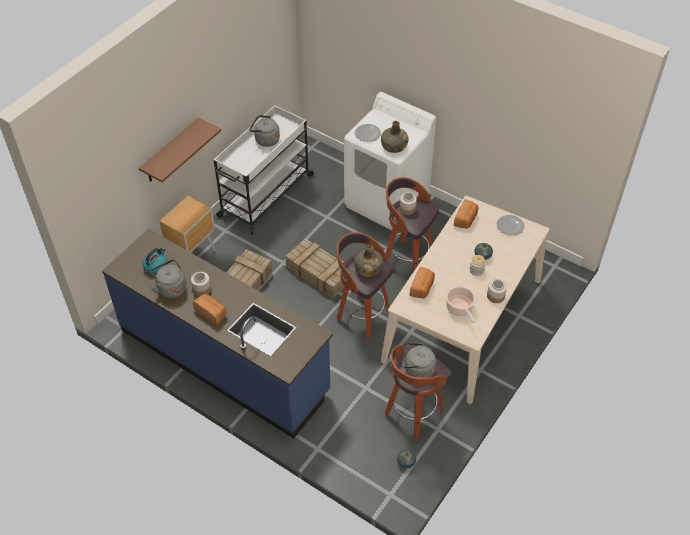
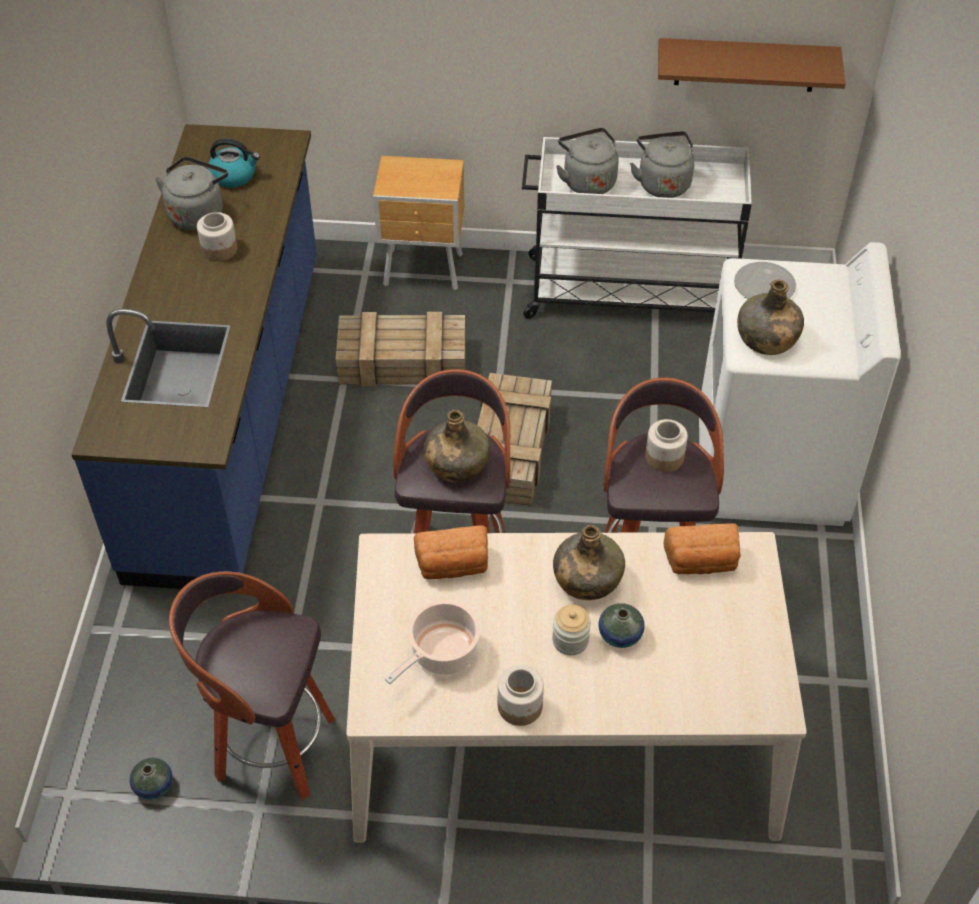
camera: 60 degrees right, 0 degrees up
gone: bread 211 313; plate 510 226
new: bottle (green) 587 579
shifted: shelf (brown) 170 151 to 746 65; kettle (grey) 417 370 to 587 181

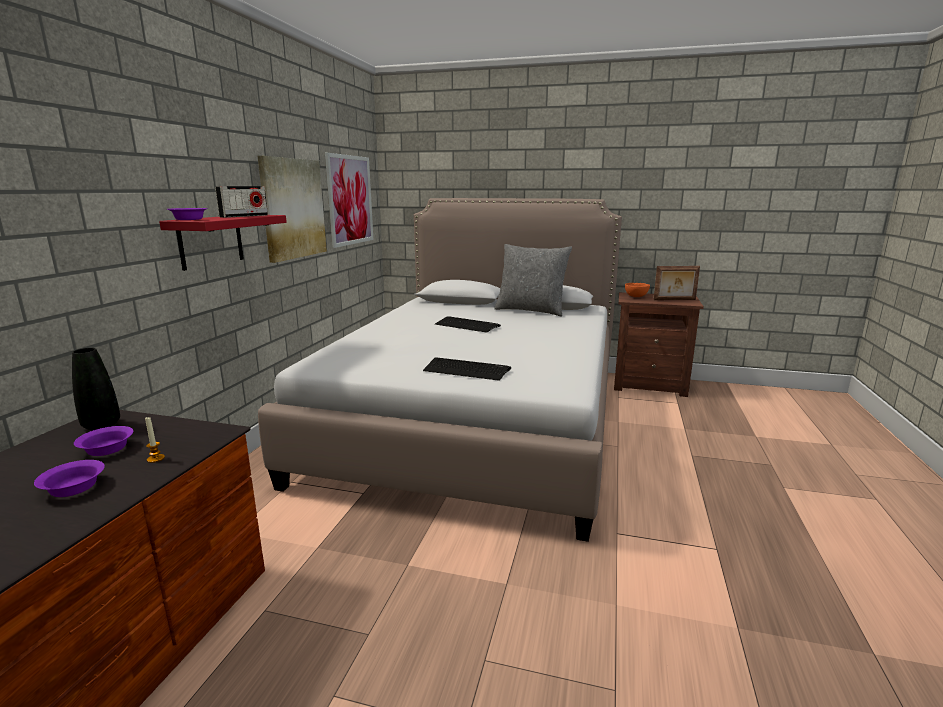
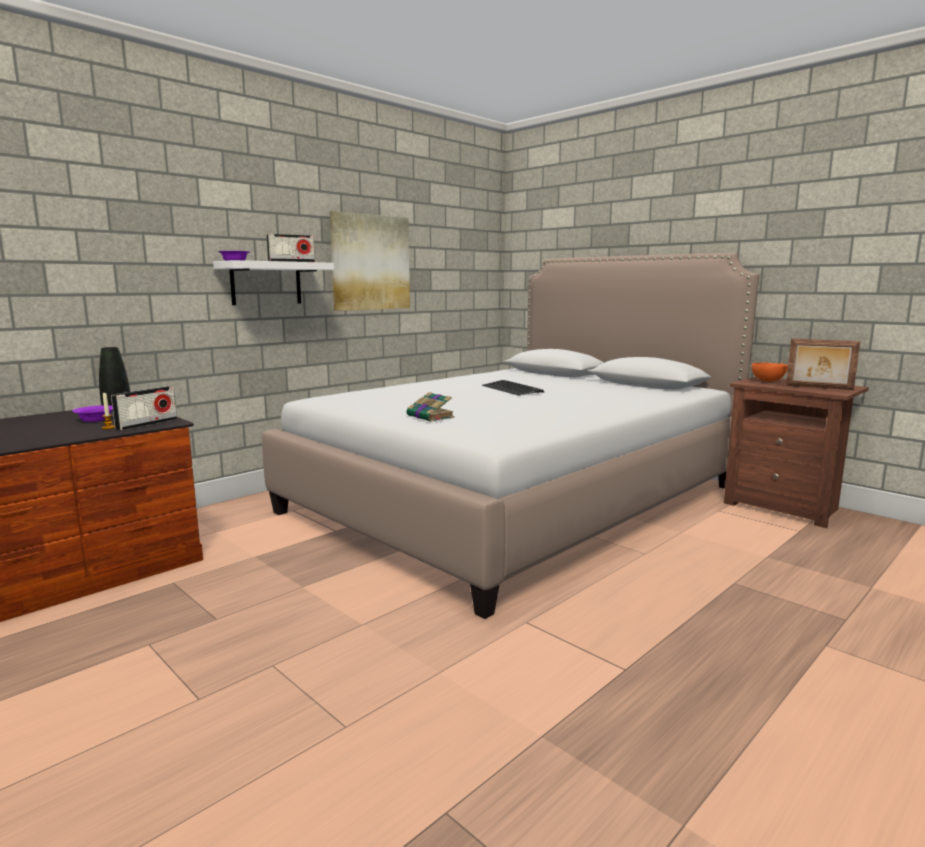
camera: 30 degrees right, 5 degrees down
gone: bowl (purple) 74 488; picture 350 200; pillow (grey) 531 310
new: radio 147 424
swapped: keyboard 466 370 to book 431 416
repainted: shelf (red) 211 241 to shelf (white) 266 283

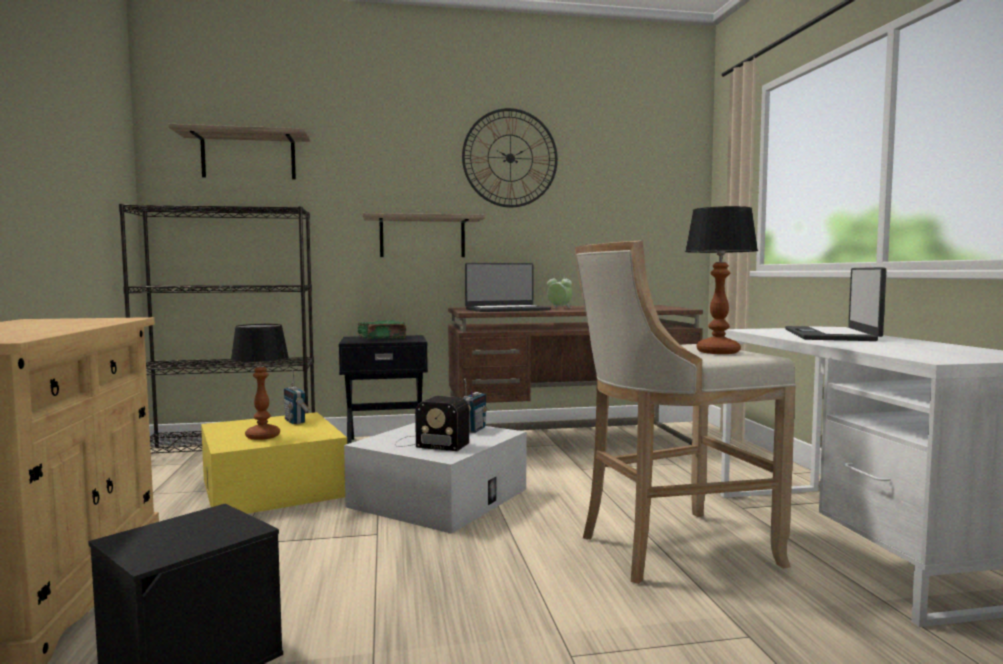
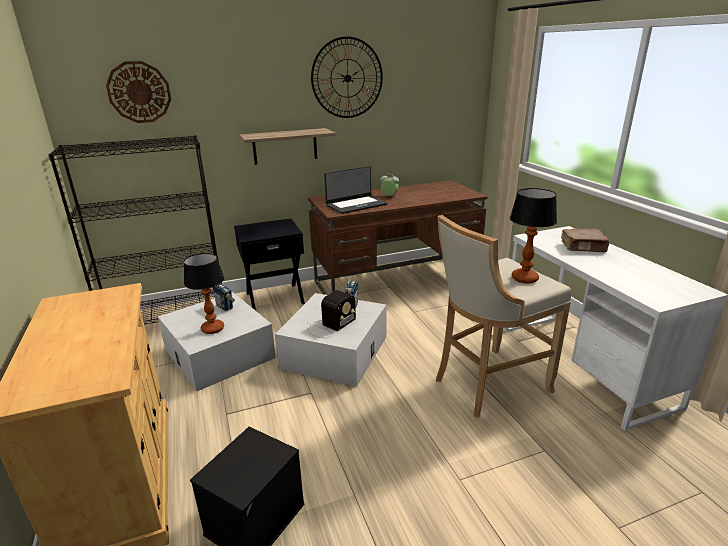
camera: 10 degrees left, 20 degrees up
gone: book (green) 382 338
swapped: shelf 248 157 to wall clock 139 92; laptop 831 335 to book (brown) 583 248
repainted: storage box (yellow) 273 487 to storage box (white) 219 353
rotated: radio 429 443 = 330 326 60 degrees counterclockwise

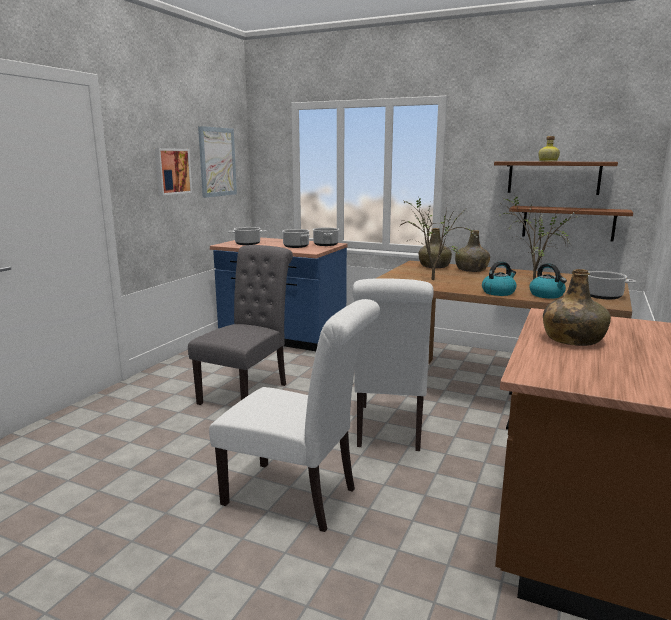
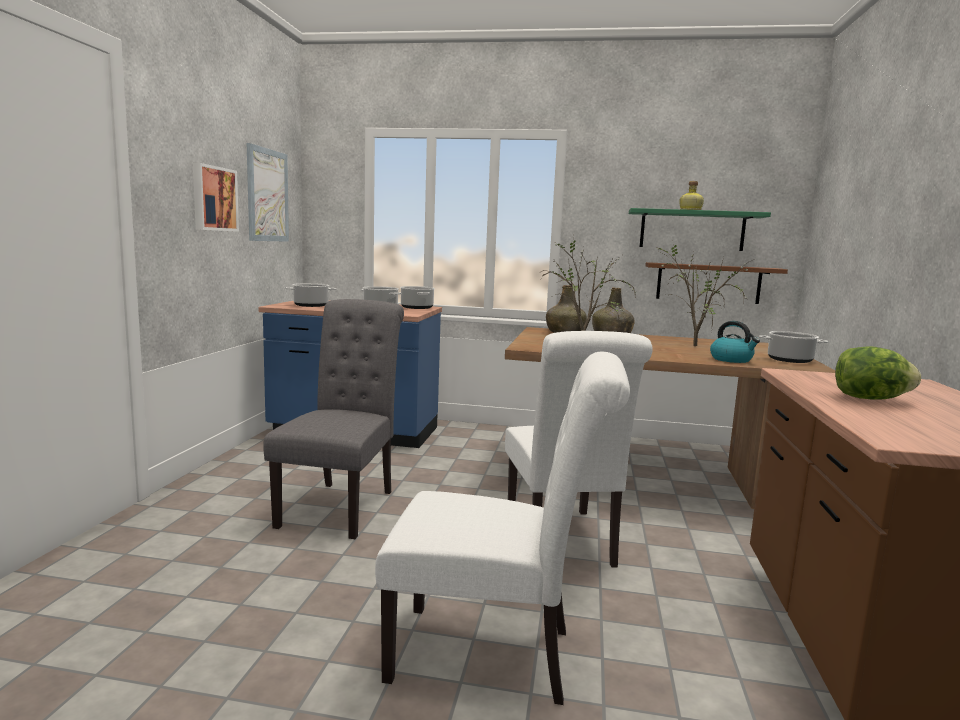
camera: 15 degrees left, 5 degrees down
gone: kettle 498 292
swapped: bottle (green) 572 340 to lettuce 869 399
repainted: shelf (brown) 553 177 to shelf (green) 692 230

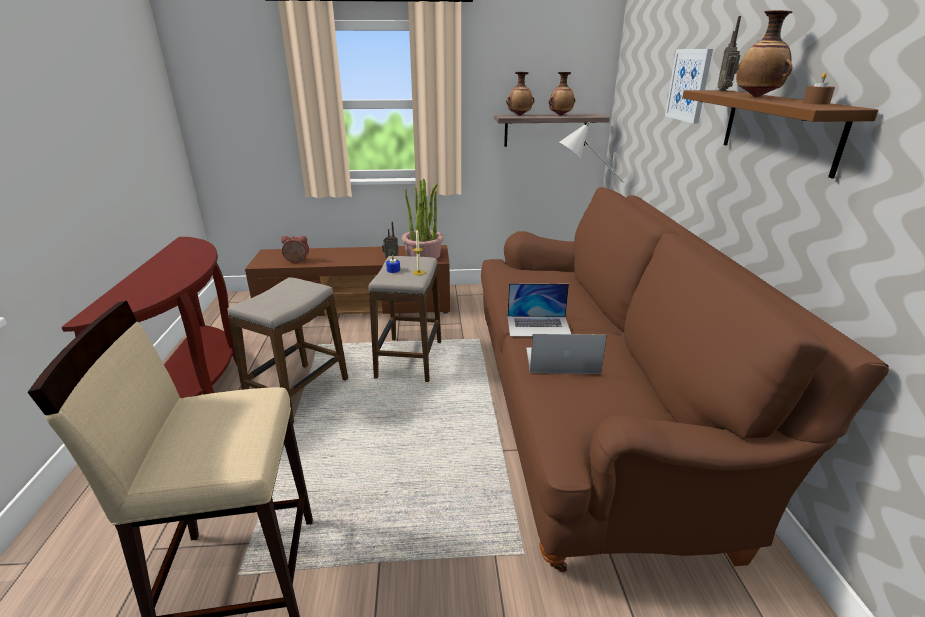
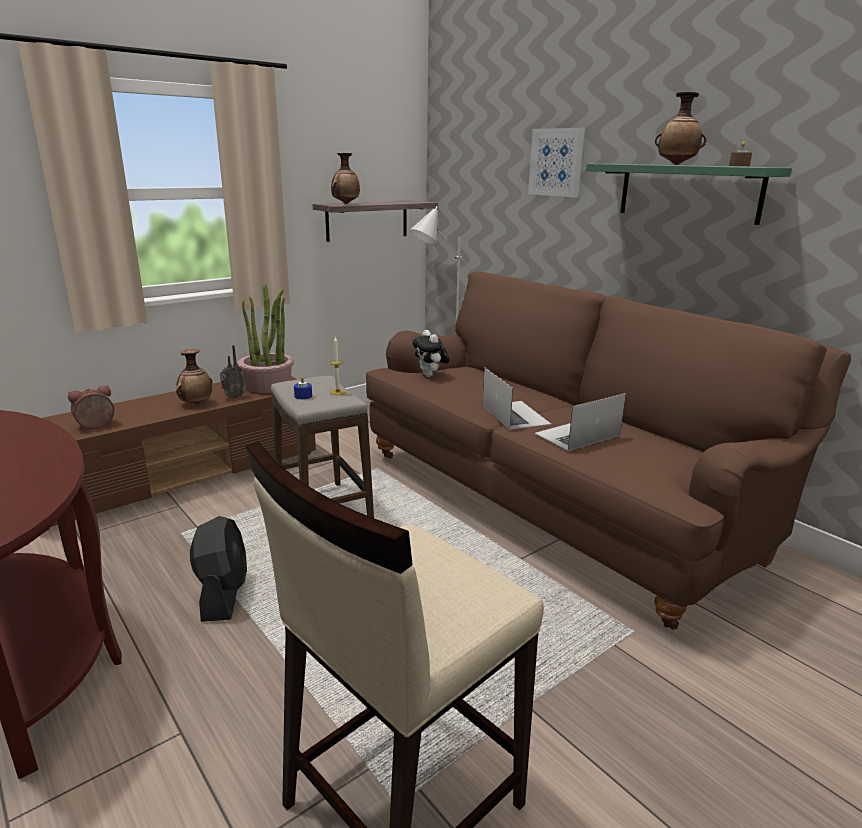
camera: 35 degrees left, 5 degrees down
gone: radio 725 91
new: plush toy 430 376
shifted: vase 560 115 to 196 403
swapped: stool 298 393 to fan (black) 223 594
repainted: shelf (brown) 779 129 to shelf (green) 688 192
rotated: laptop 538 326 = 515 414 75 degrees counterclockwise

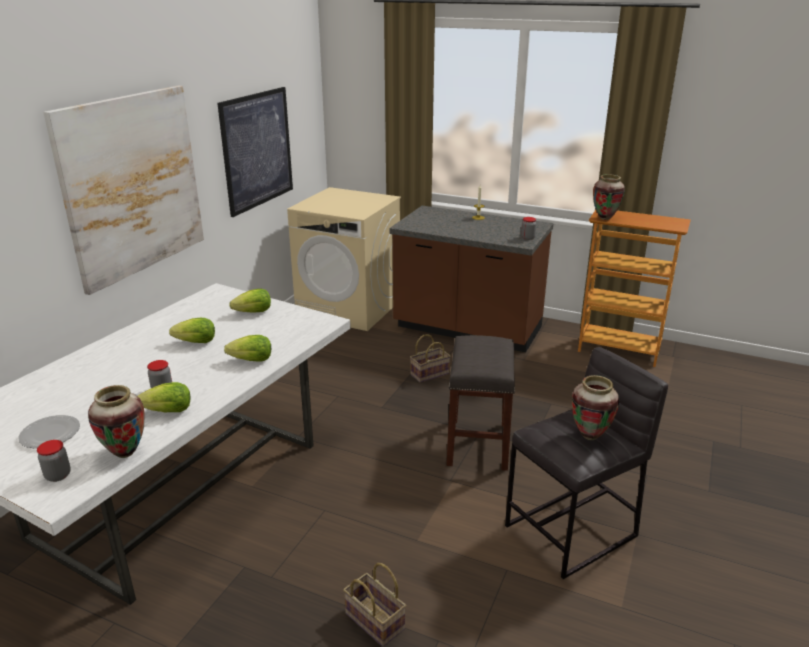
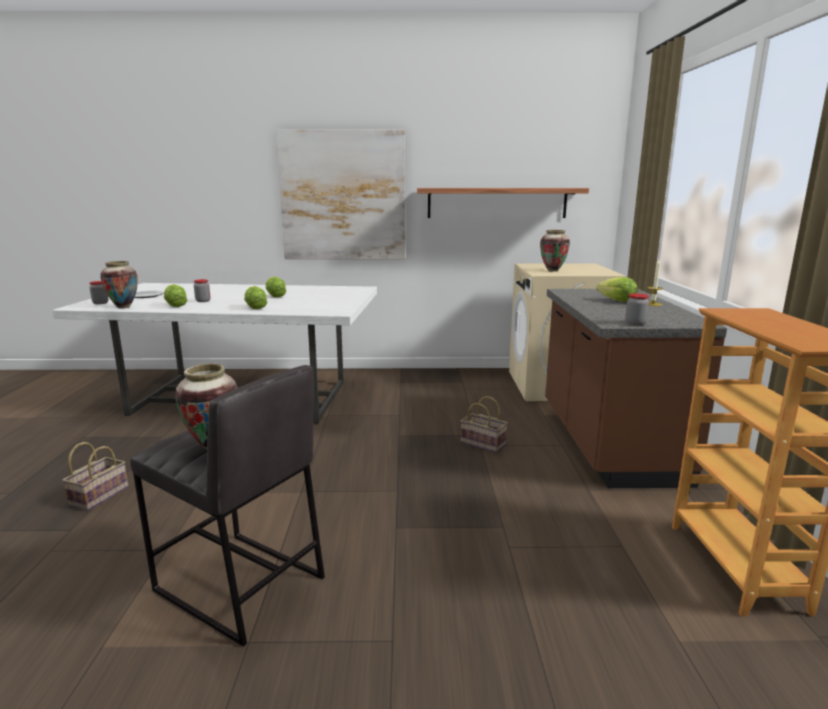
camera: 65 degrees right, 10 degrees down
gone: stool (grey) 477 443
shifted: lettuce 254 312 to 617 301; vase 605 218 to 553 270
swapped: picture 257 150 to shelf 497 203

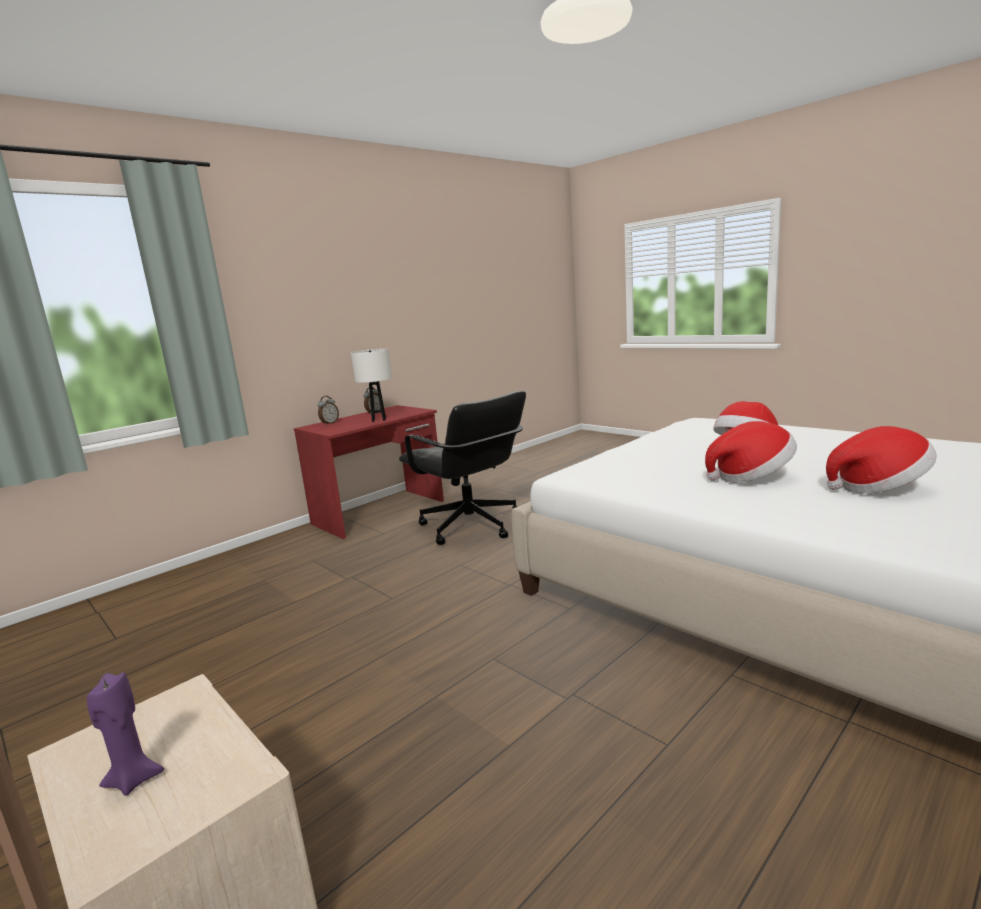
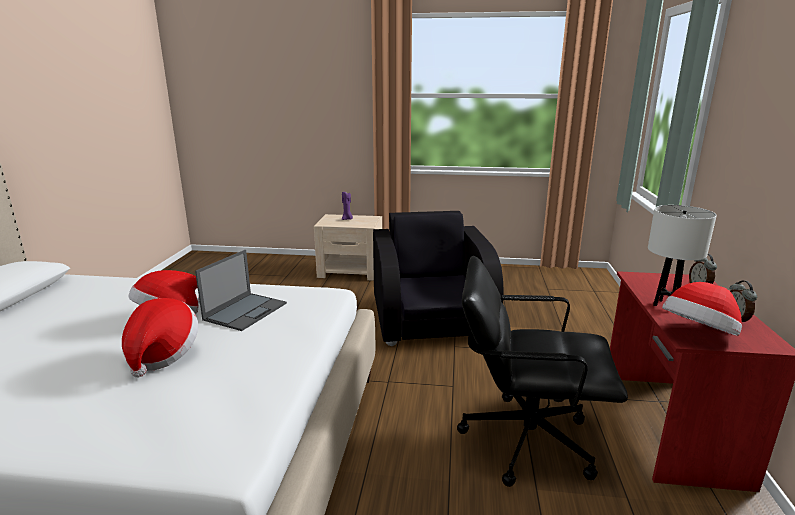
camera: 140 degrees right, 5 degrees up
new: laptop 246 311; armchair (black) 431 318
shifted: hat 879 487 to 698 335

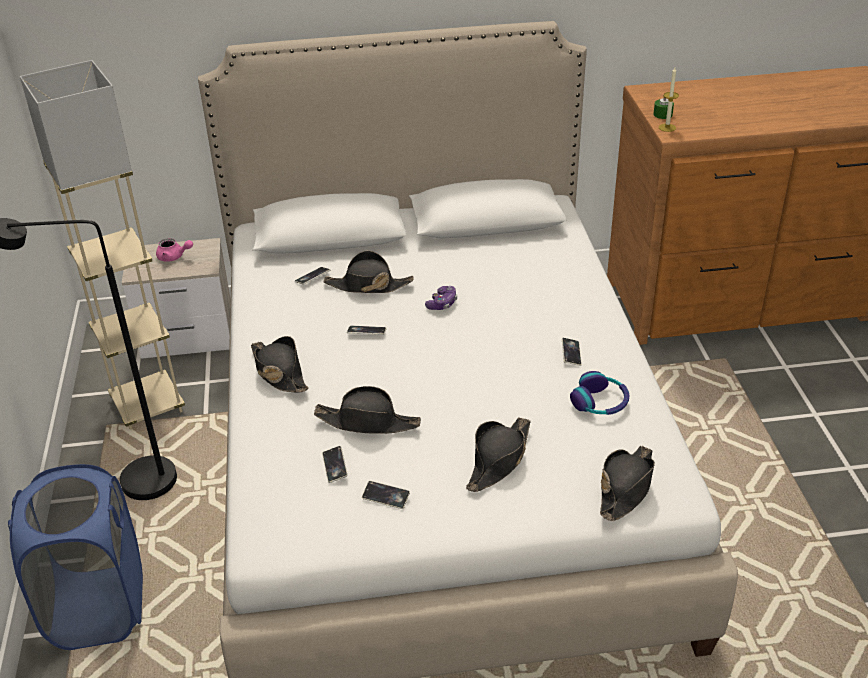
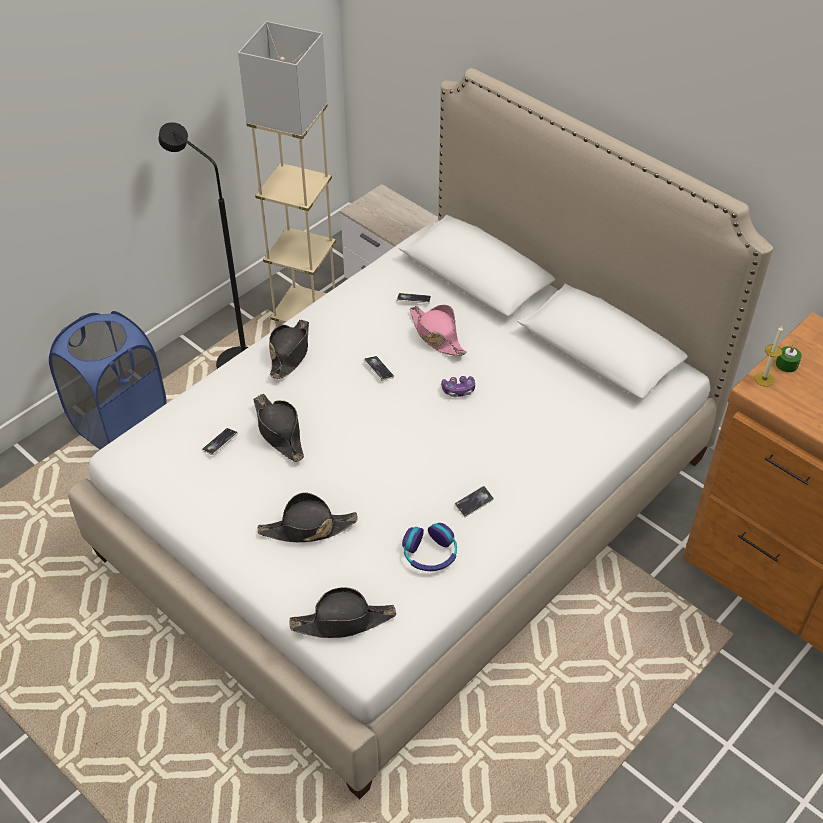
camera: 50 degrees right, 10 degrees up
gone: teapot (pink) 174 257; phone 386 497
repainted: hat (black) 368 285 to hat (pink) 436 335

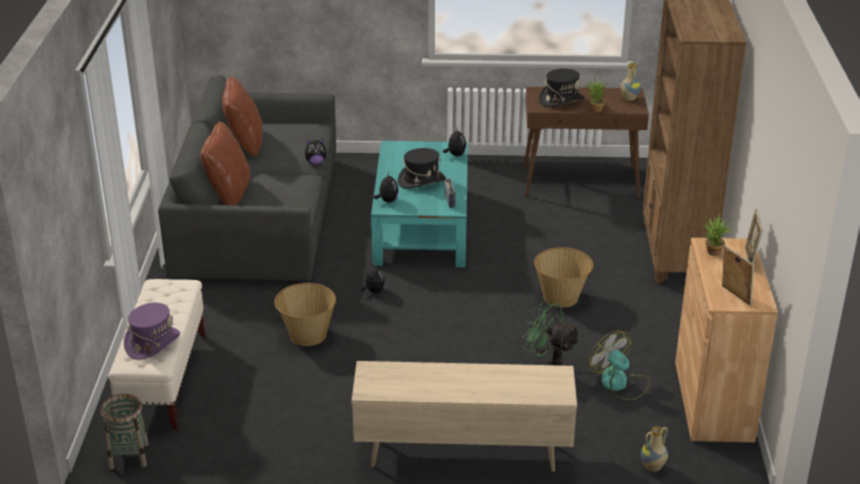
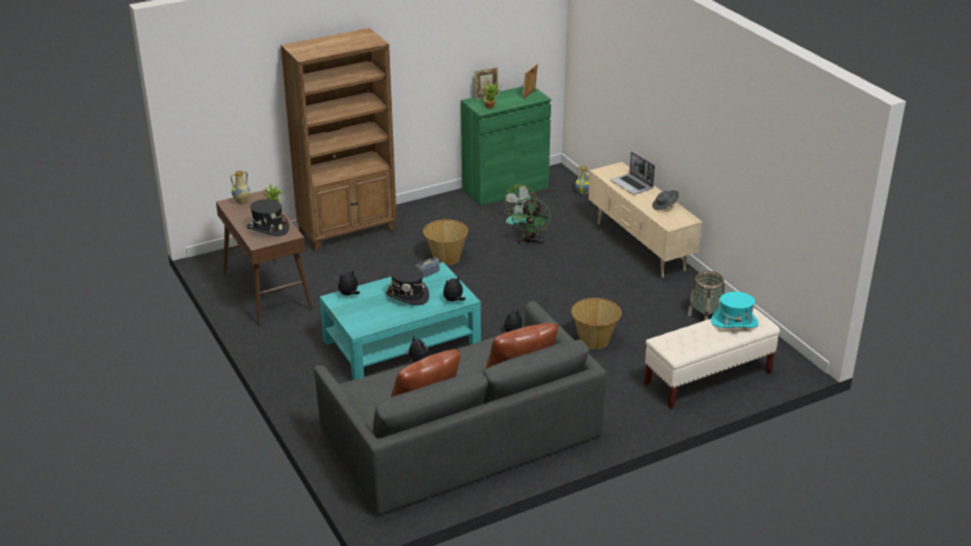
camera: 120 degrees left, 0 degrees up
new: laptop 632 185; hat (grey) 665 206
shifted: basket 129 456 to 705 316
repainted: hat (purple) 152 343 to hat (turquoise) 734 322; cabinet (brown) 713 401 to cabinet (green) 505 188

